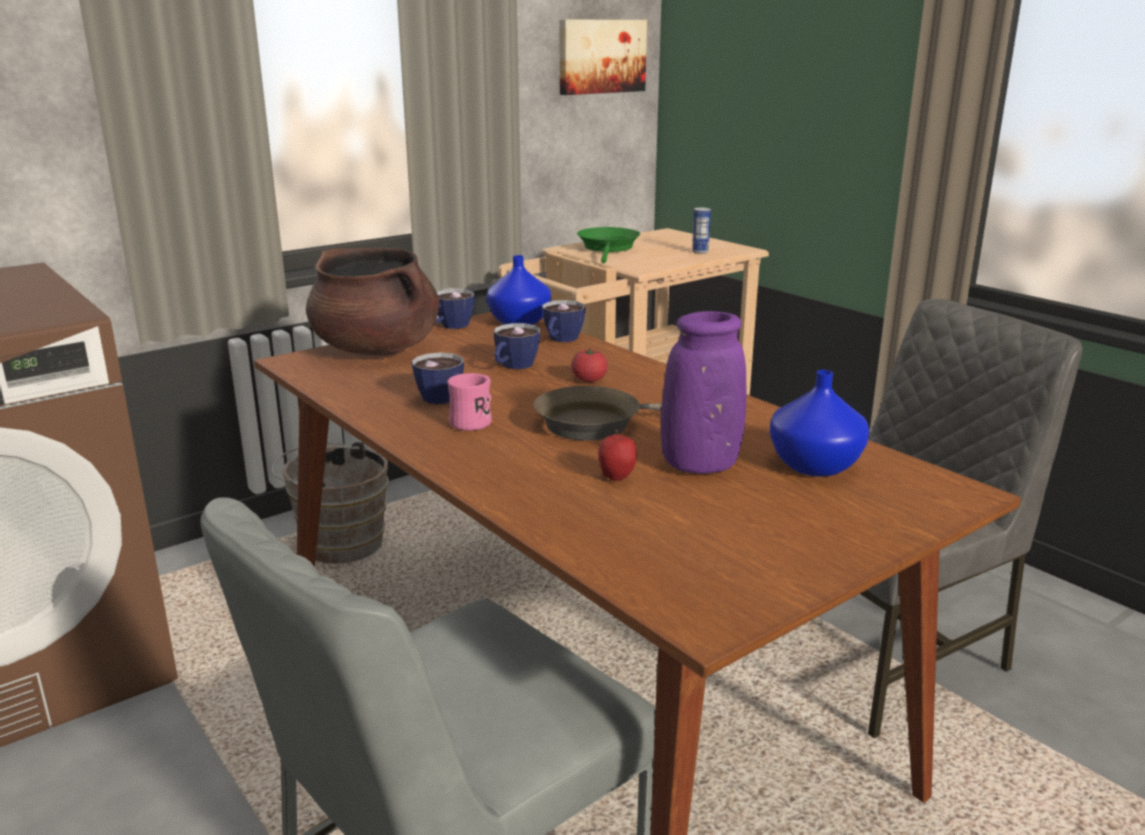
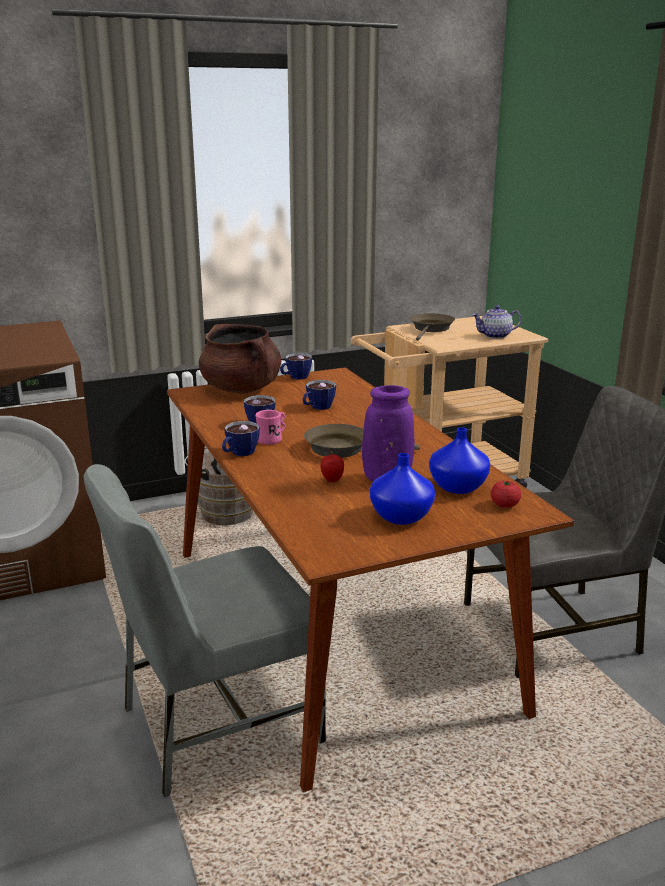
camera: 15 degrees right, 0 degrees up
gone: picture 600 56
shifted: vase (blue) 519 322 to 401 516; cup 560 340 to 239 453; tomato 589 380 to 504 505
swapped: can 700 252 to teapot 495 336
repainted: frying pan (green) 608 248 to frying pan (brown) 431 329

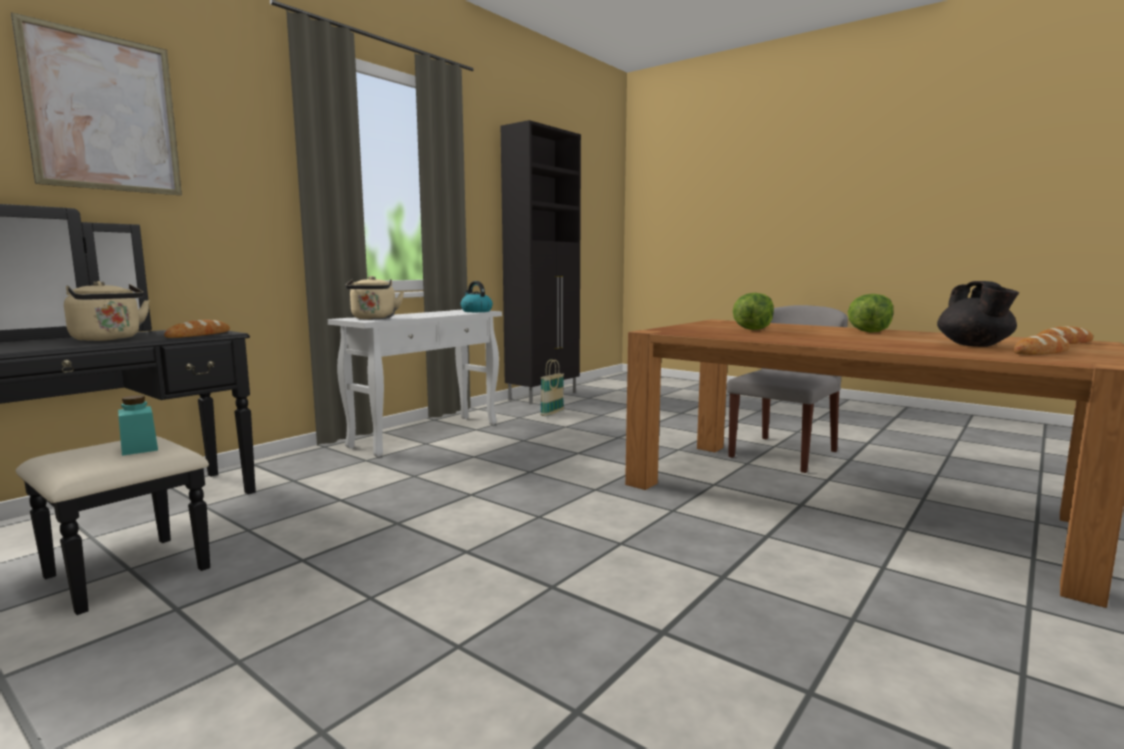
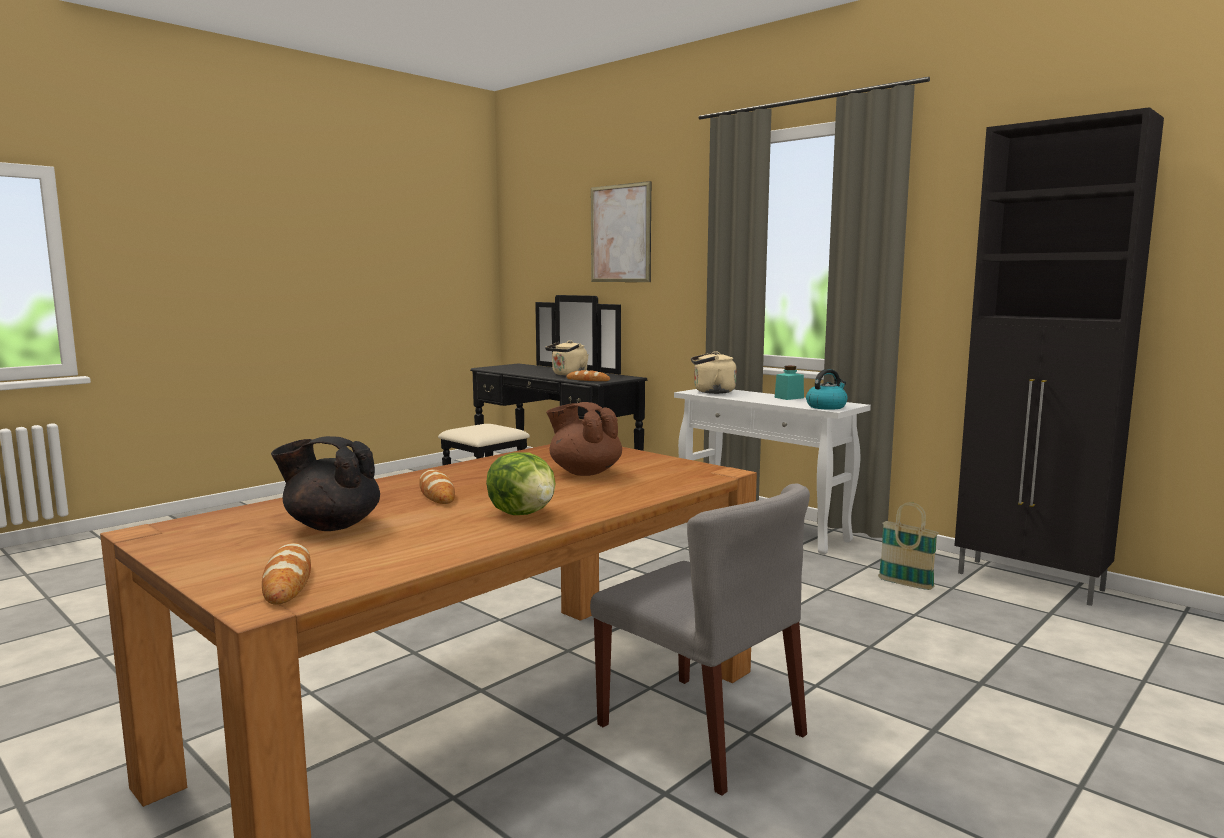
camera: 95 degrees right, 0 degrees up
shifted: jar (turquoise) 139 448 to 789 398; bread 1041 352 to 437 493
swapped: lettuce 752 329 to teapot (brown) 584 472

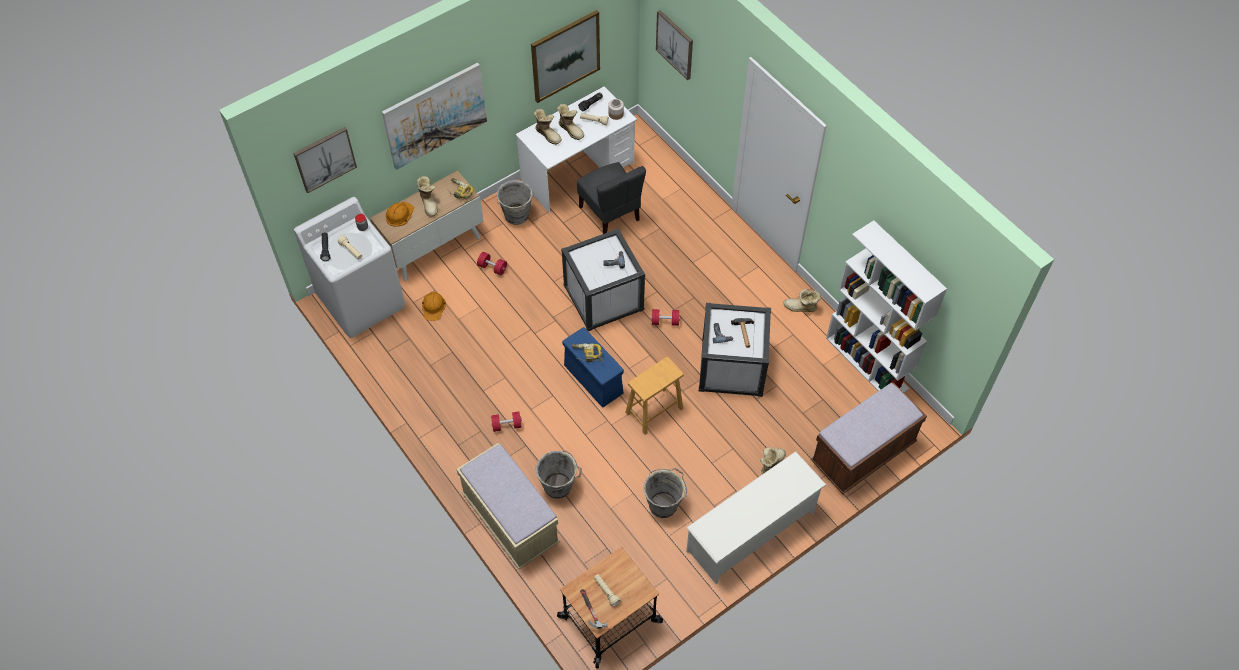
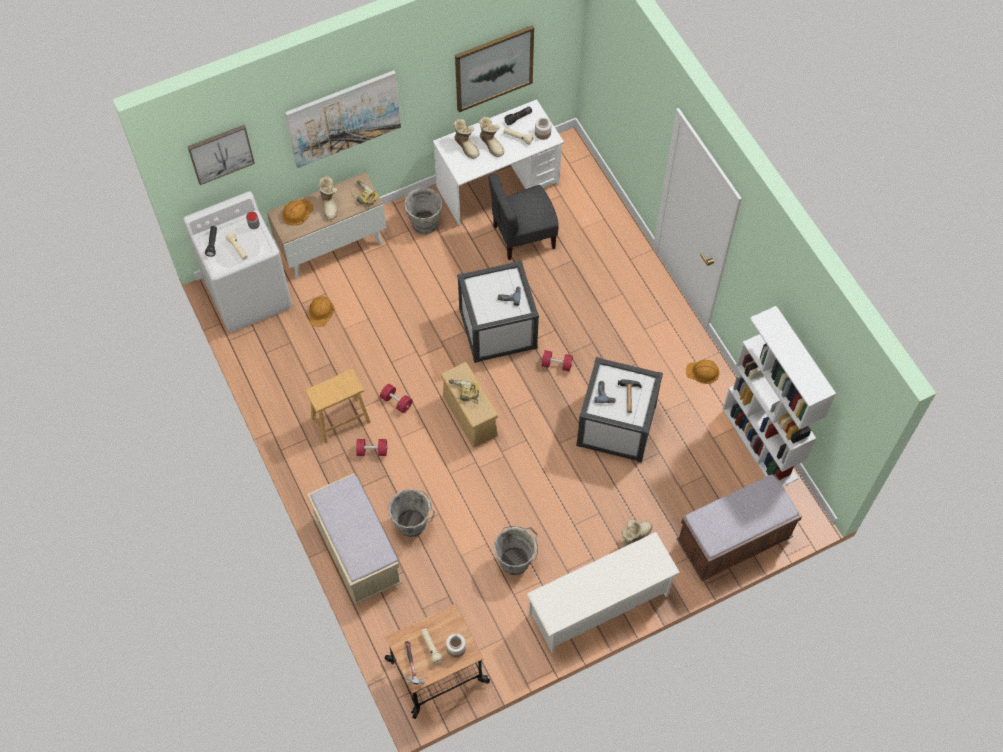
camera: 10 degrees right, 5 degrees up
gone: picture 675 44
new: jar 456 647
shifted: dumbbell (red) 492 268 to 396 402; stool (brown) 654 410 to 341 419
swapped: boot 801 308 to hard hat (orange) 703 372
repainted: storage box (blue) 592 378 to storage box (beige) 469 414
rotated: chair (grey) 610 213 = 523 236 90 degrees clockwise

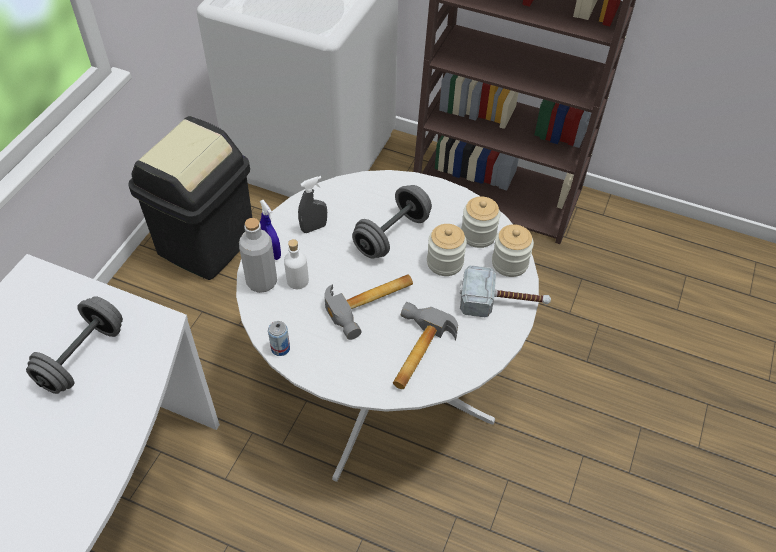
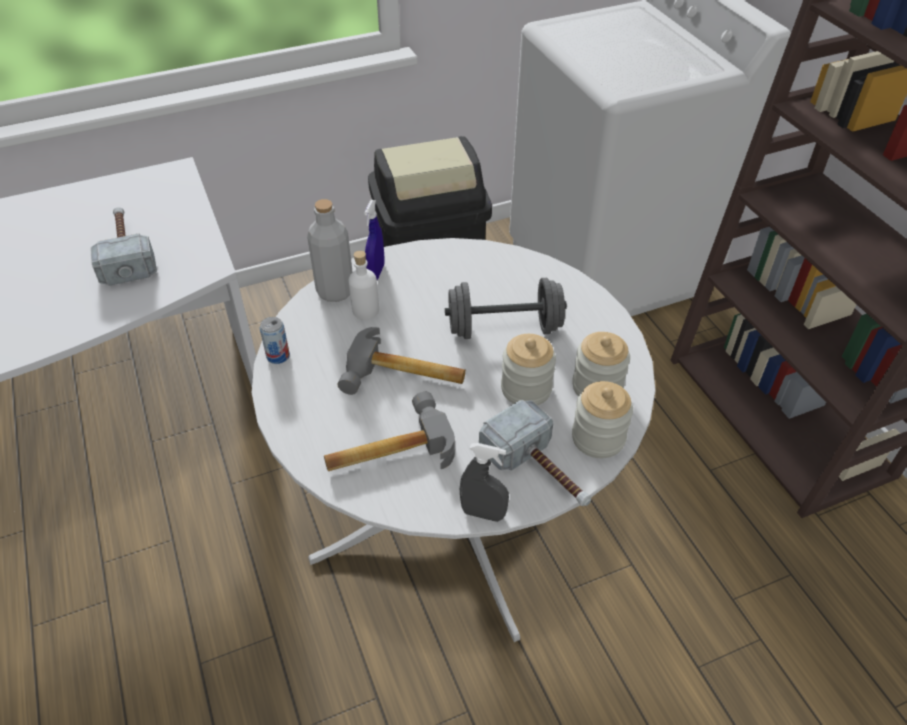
camera: 45 degrees right, 5 degrees down
shifted: spray bottle (grey) 314 228 to 483 513
swapped: dumbbell (grey) 82 357 to hammer 126 252

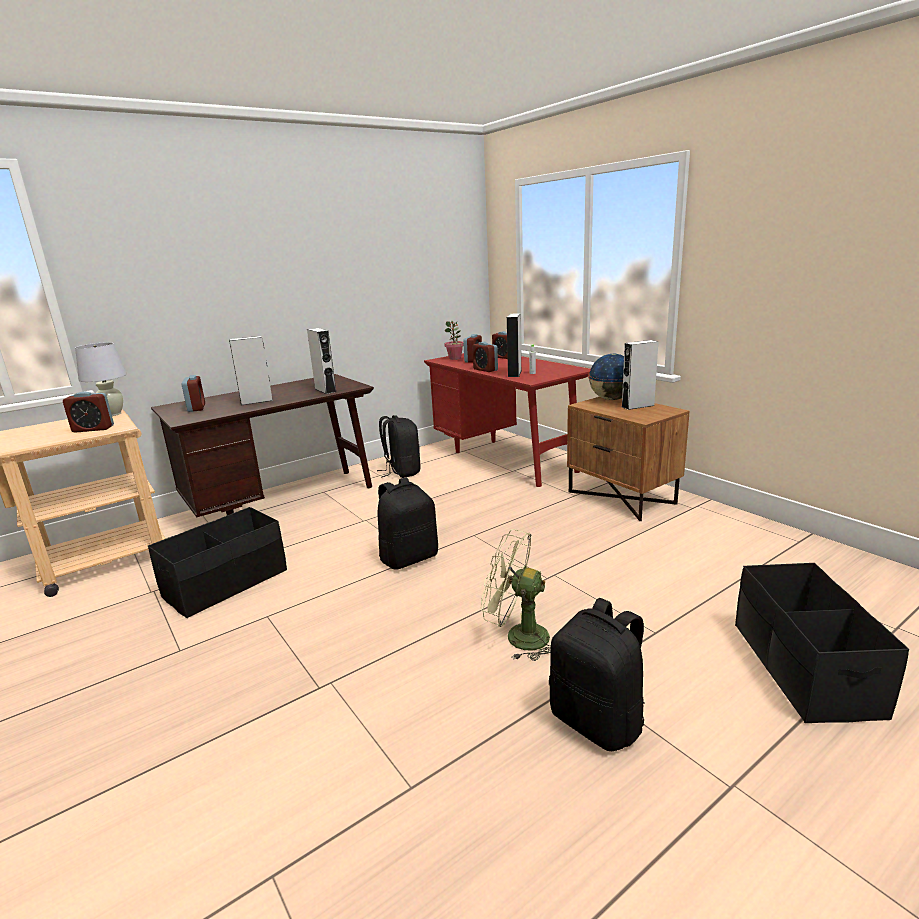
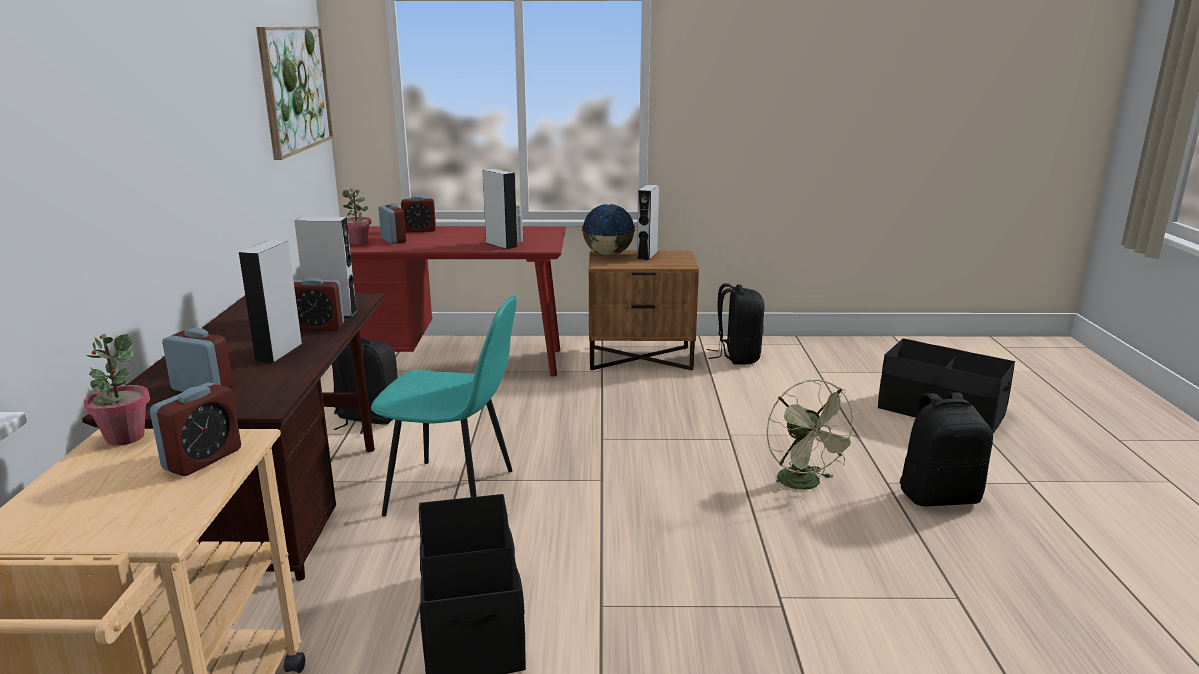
camera: 55 degrees left, 0 degrees up
new: picture 295 88; chair (turquoise) 454 493
shifted: backpack (black) 409 558 to 737 356; alarm clock 485 370 to 318 327
swapped: table lamp (white) 112 414 to potted plant 125 437
rotated: fan (green) 517 637 = 805 484 75 degrees counterclockwise

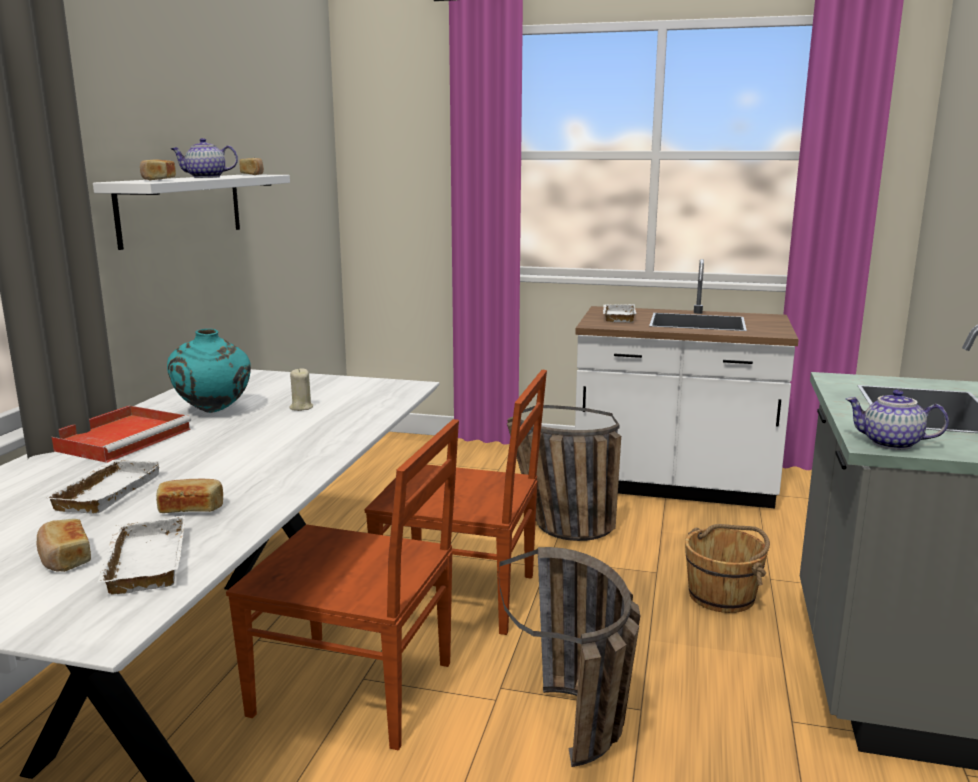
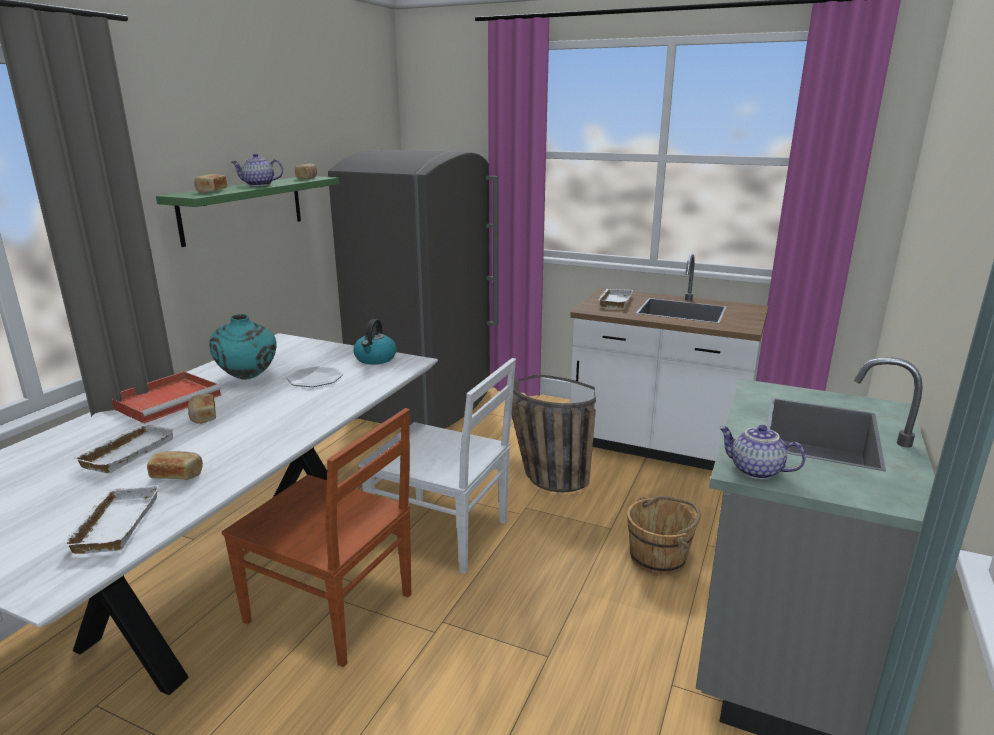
camera: 10 degrees right, 5 degrees up
gone: basket 582 742
new: fridge (grey) 425 404; kettle 375 359
shifted: bread 64 559 to 203 416
swapped: candle (beige) 301 407 to plate 315 378
repainted: shelf (white) 182 208 to shelf (green) 243 208; chair (brown) 461 595 to chair (white) 443 534

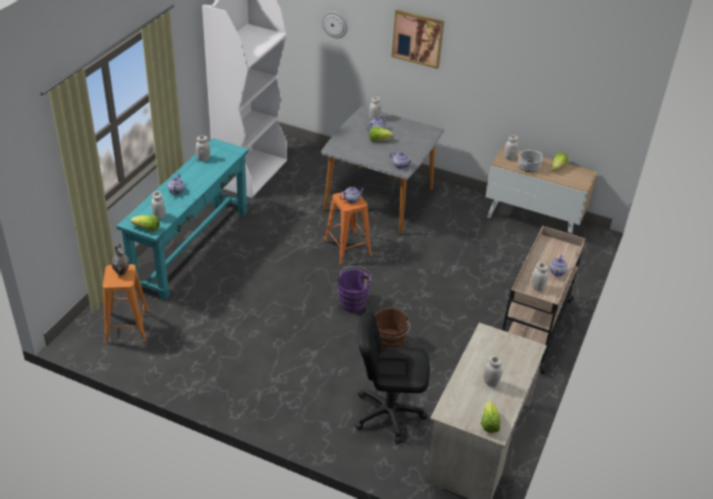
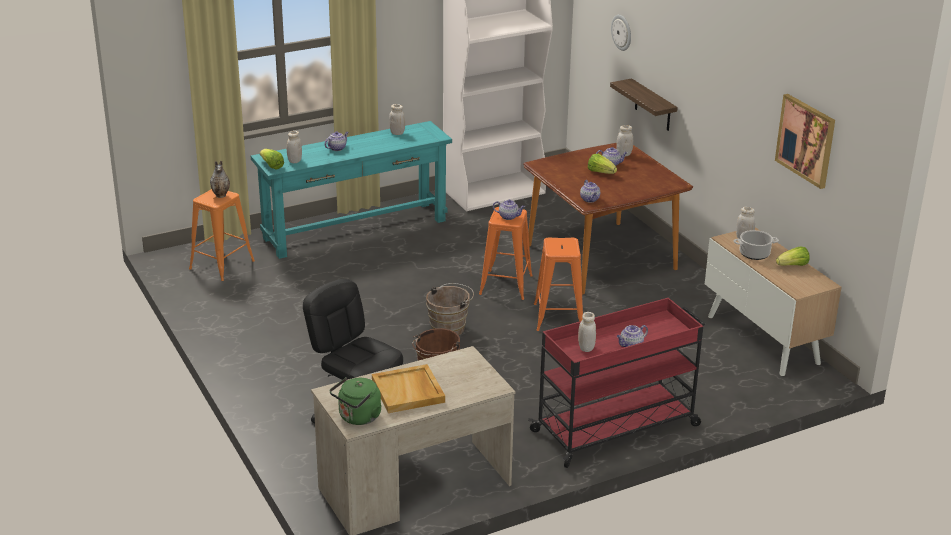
camera: 40 degrees right, 10 degrees down
new: stool (orange) 558 317; shelf 653 106
shifted: picture 417 38 to 806 140
swapped: lettuce 489 423 to kettle (green) 358 418; jar (white) 490 382 to tray (beige) 409 391
repainted: dining table (grey) 379 199 to dining table (brown) 602 257; bucket (purple) 353 301 to bucket (brown) 450 328; cart (beige) 534 327 to cart (red) 617 428

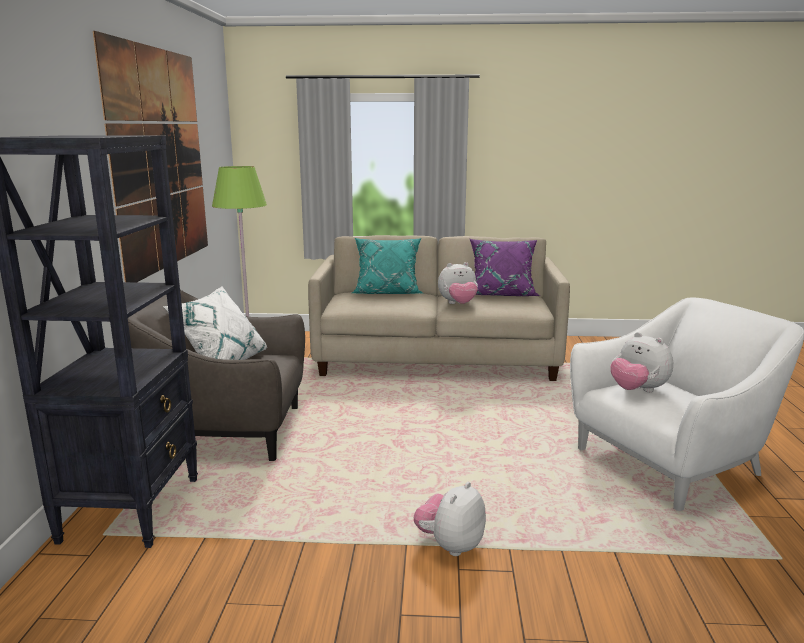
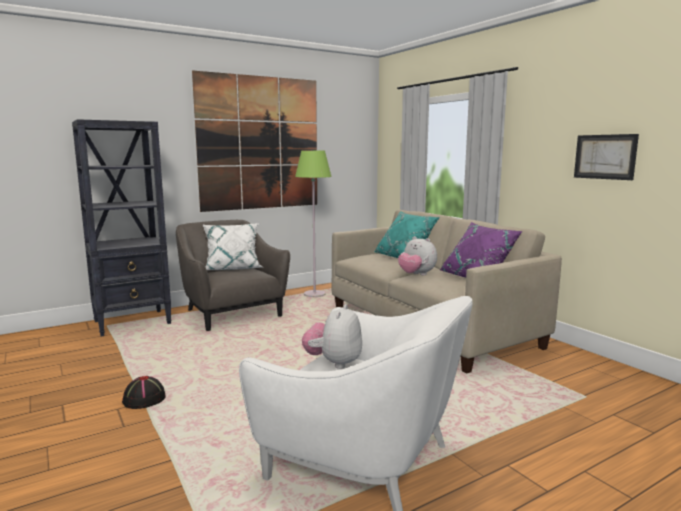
camera: 55 degrees right, 5 degrees down
new: picture 605 157
swapped: plush toy 450 545 to hat (black) 144 399

